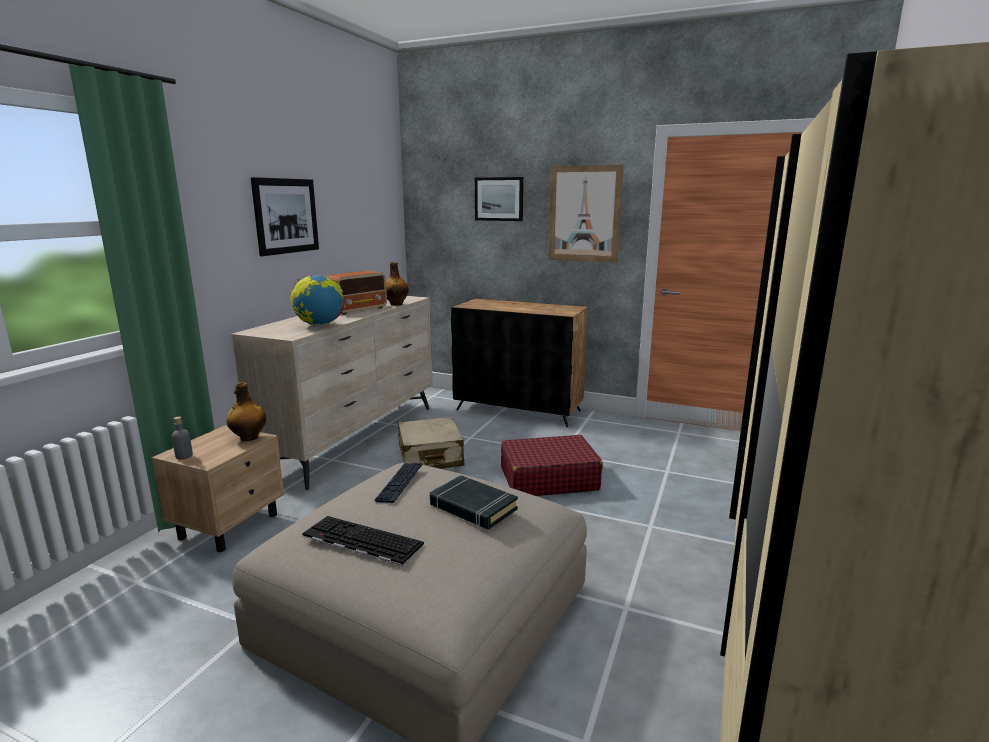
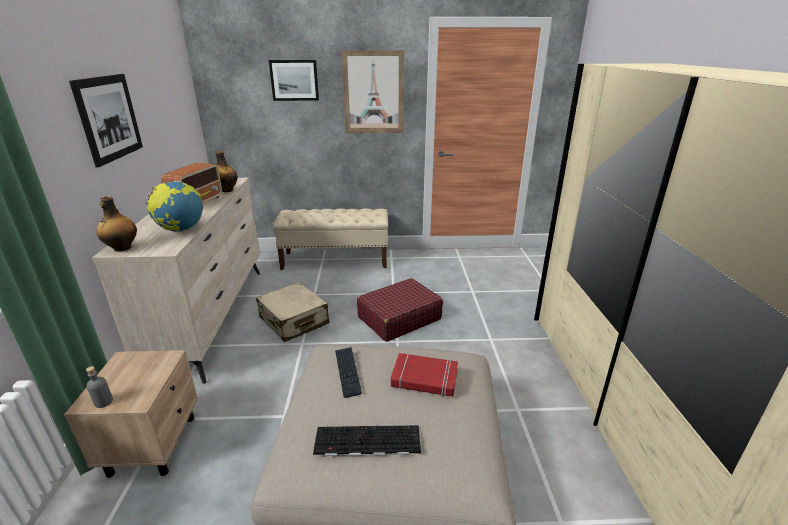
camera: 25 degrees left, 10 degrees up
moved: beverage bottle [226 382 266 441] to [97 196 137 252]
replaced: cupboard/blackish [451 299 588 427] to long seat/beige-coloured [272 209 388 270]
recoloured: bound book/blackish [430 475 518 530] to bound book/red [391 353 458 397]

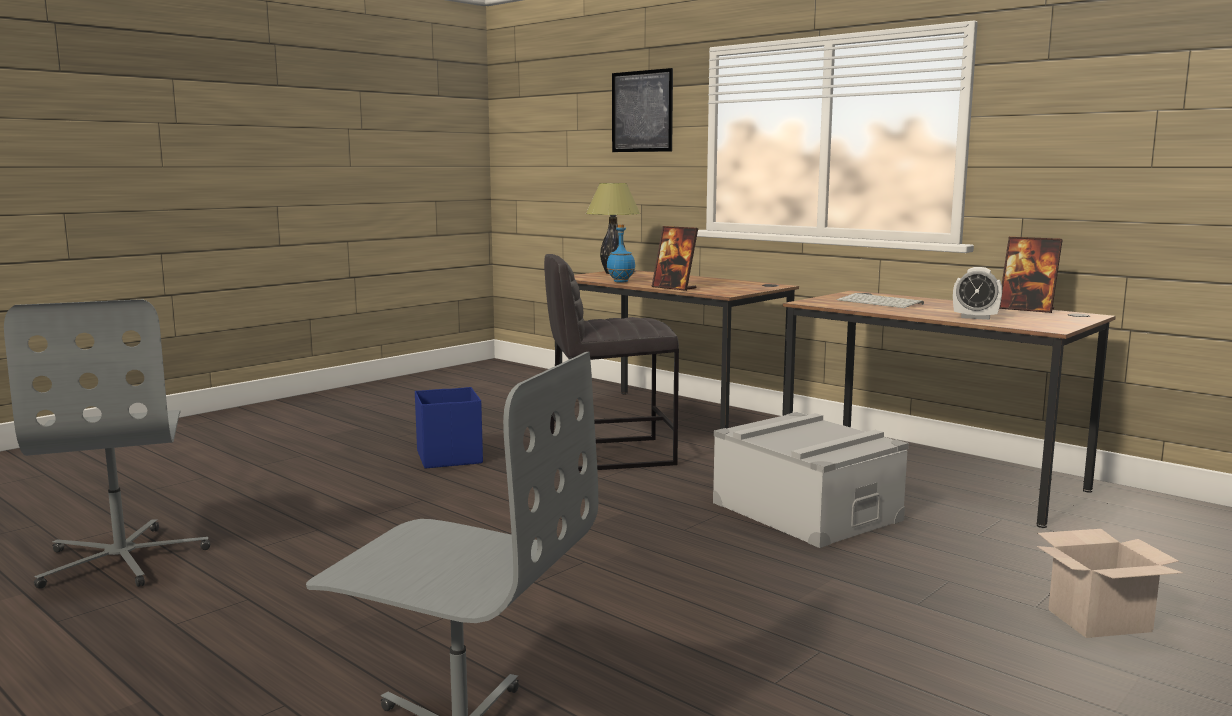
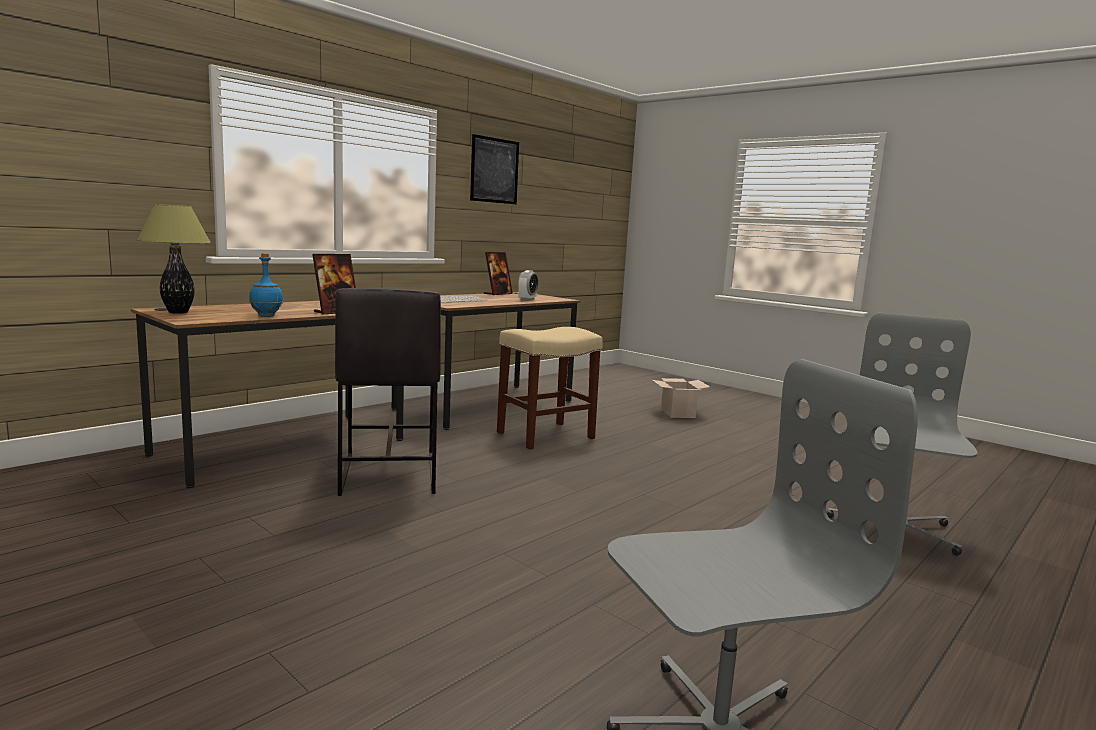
camera: 90 degrees left, 0 degrees up
removed: storage container/bluish [415 387 483 469]
moved: wall art [612 68 673 152] to [470 134 519 204]
replaced: storage container/grey [713 412 909 548] to sitting stool/beige-coloured [497 327 603 450]

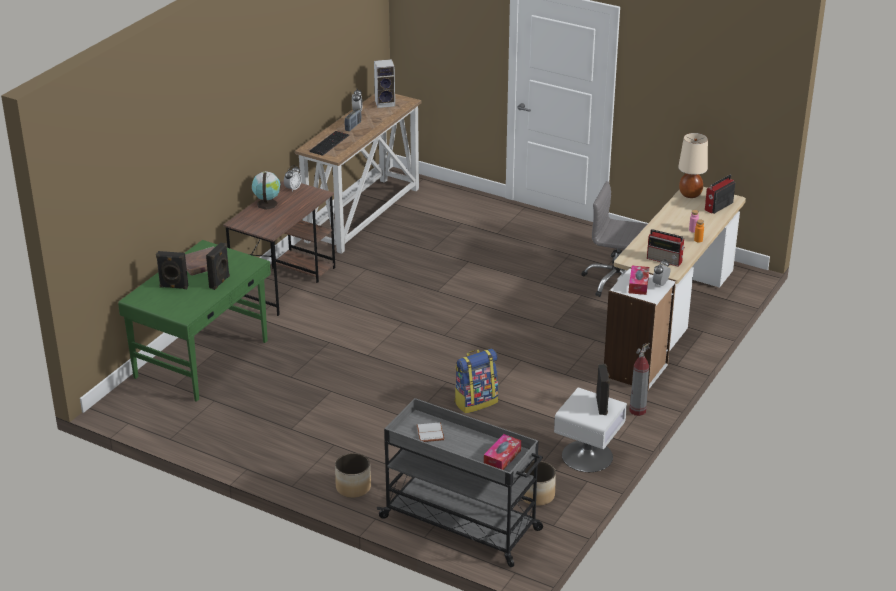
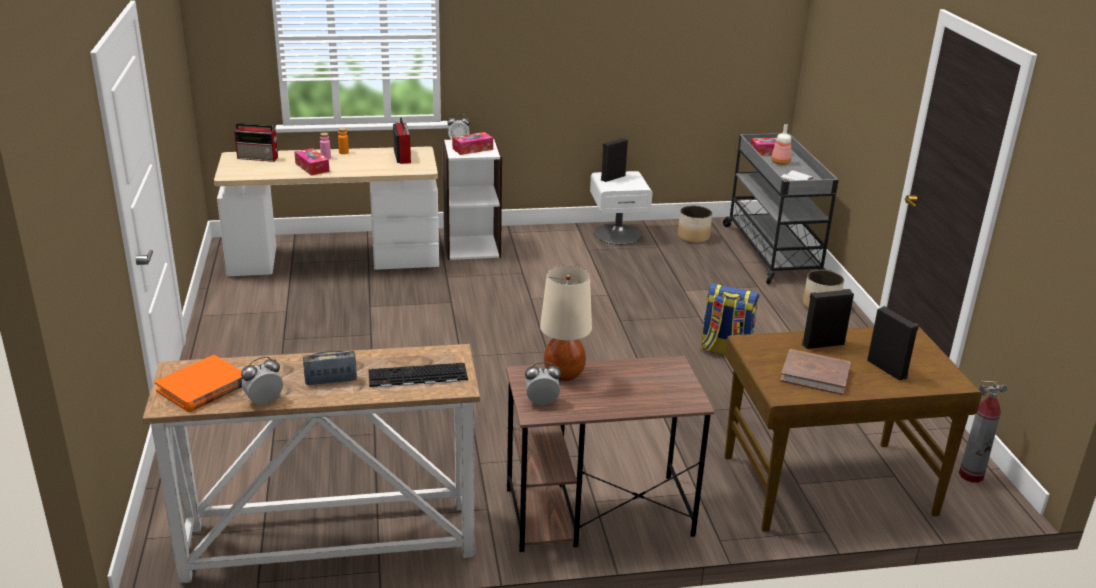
camera: 130 degrees left, 5 degrees down
removed: desk globe [252 171 281 210]; desk chair/grey [581 181 647 297]
added: beverage bottle [771 124 791 165]; tissue box [294 148 329 176]
moved: tabletop lamp/beige-coloured [678 133 708 198] to [540 266 592 381]; fire extinguisher [629 343 650 416] to [959 380 1008 483]; backpack [454 349 499 414] to [700 283 759 355]
replaced: loudspeaker [374 59 395 108] to bound book/orange [154 355 243 412]
recoloured: desk/green [118 240 271 402] to desk/brown [725 327 982 532]

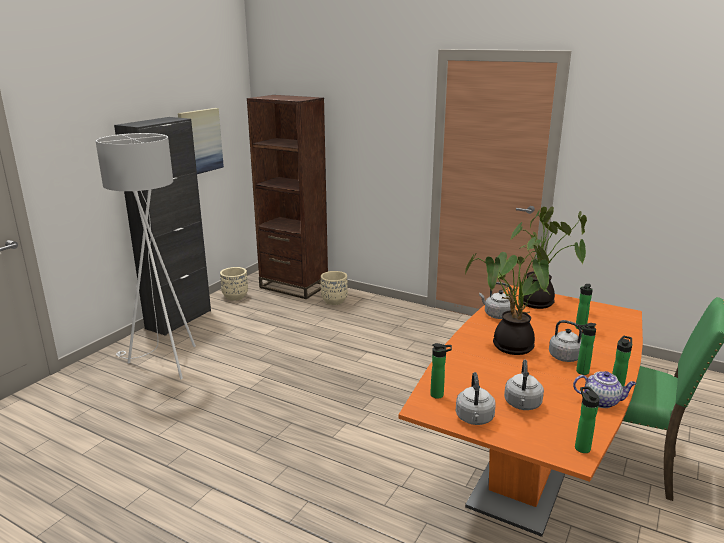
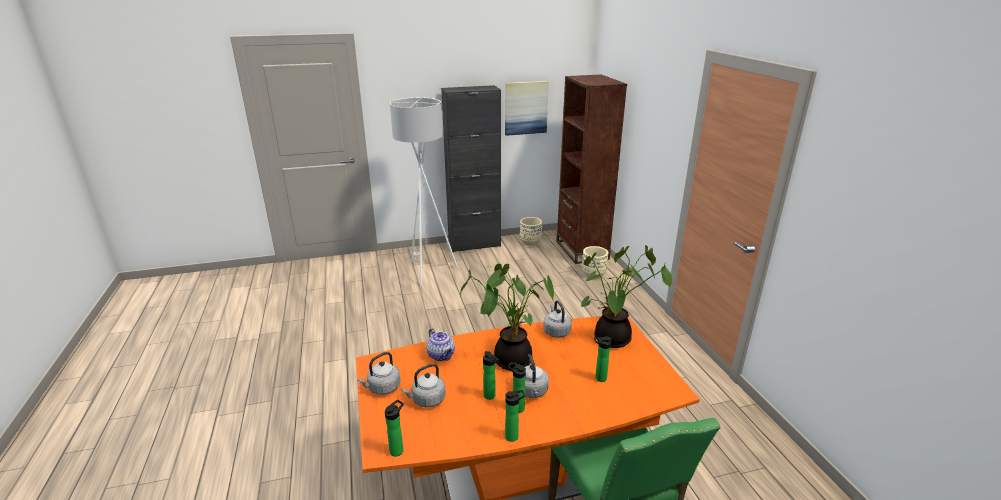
camera: 45 degrees right, 5 degrees up
moved: beverage bottle [430 343 452 399] to [483 351 499 400]; tea pot [573 371 637 408] to [426 328 455 361]

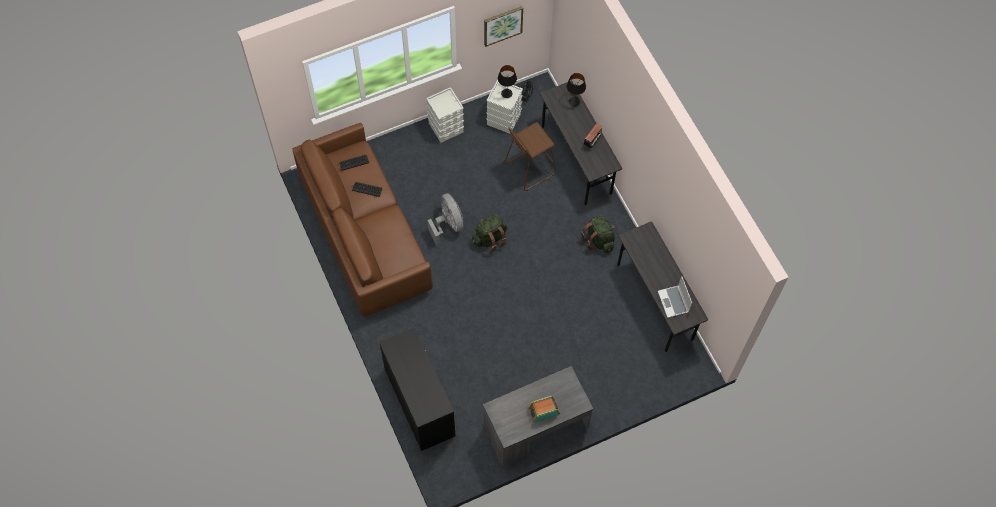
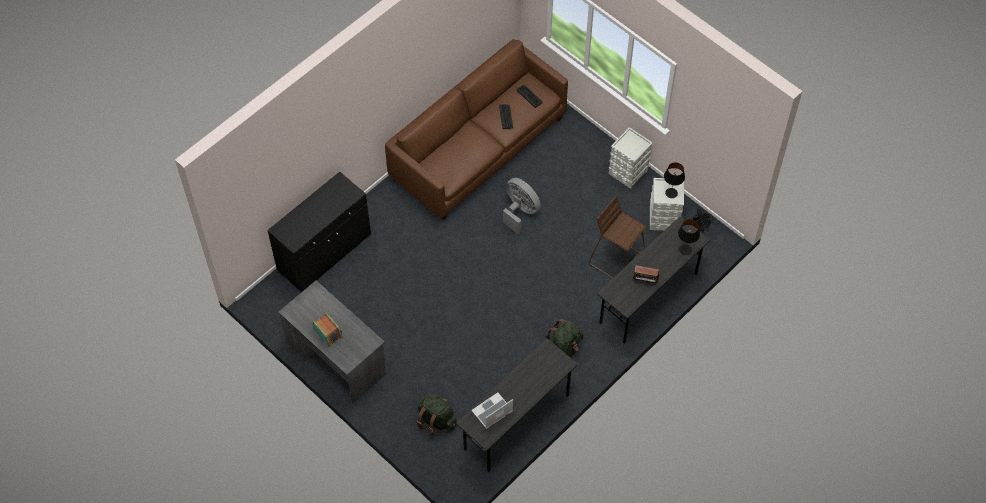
camera: 70 degrees right, 5 degrees down
removed: wall art [484 6 523 47]
moved: backpack/green [472 214 507 252] to [416 394 457 436]
turned: electric fan/grey [427 193 464 246] = [503 178 541 234] 90 degrees counterclockwise

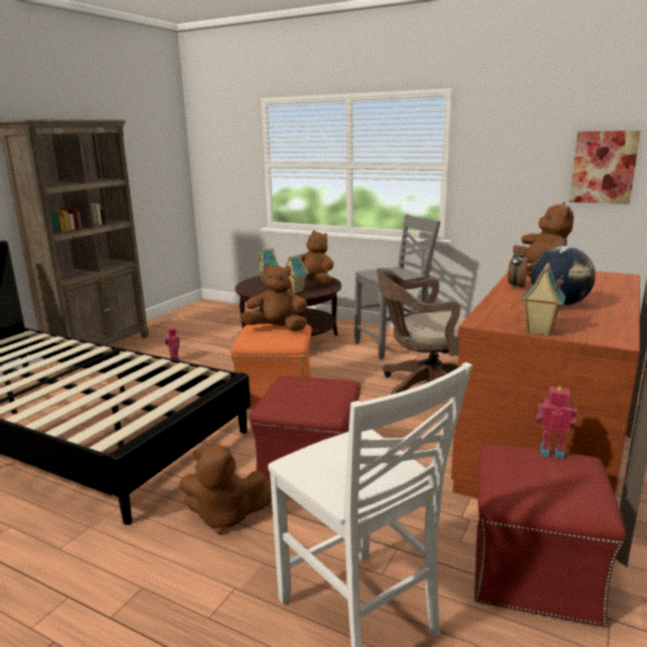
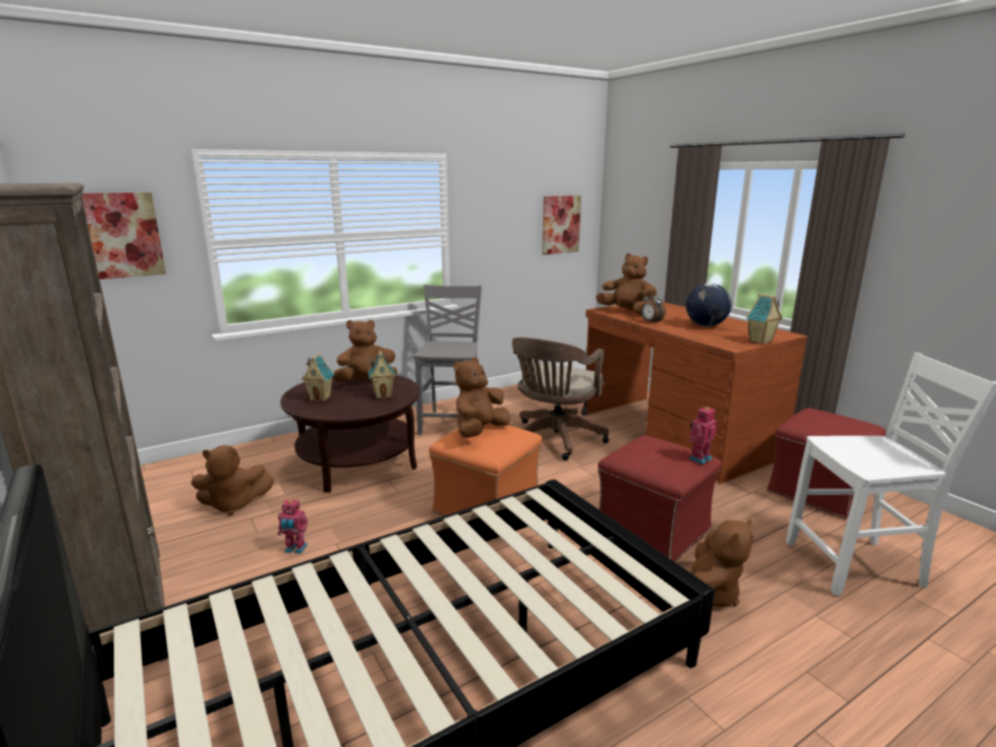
camera: 60 degrees left, 0 degrees up
added: wall art [82 192 166 279]; plush toy/brown [191 445 274 516]
moved: model robot [536 386 577 459] to [688 406 717 464]

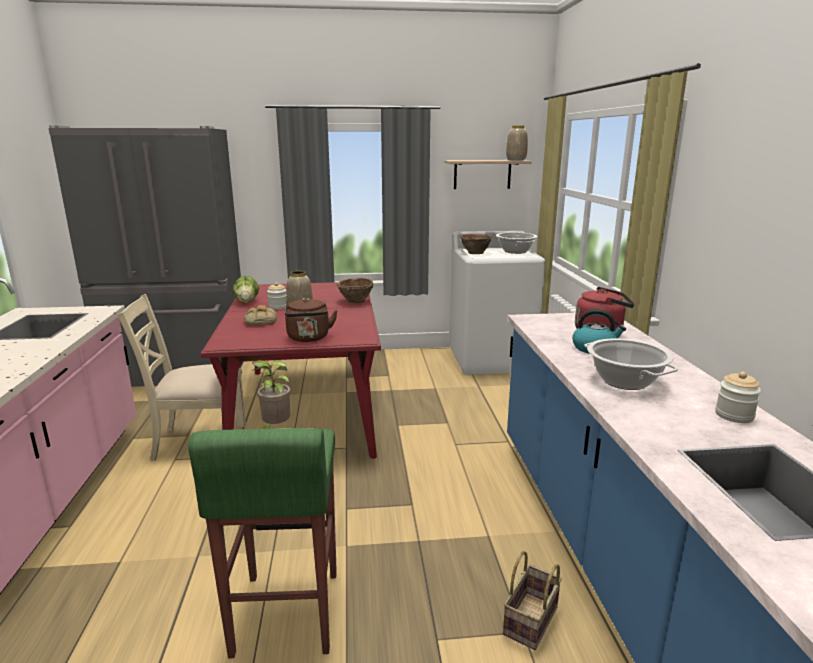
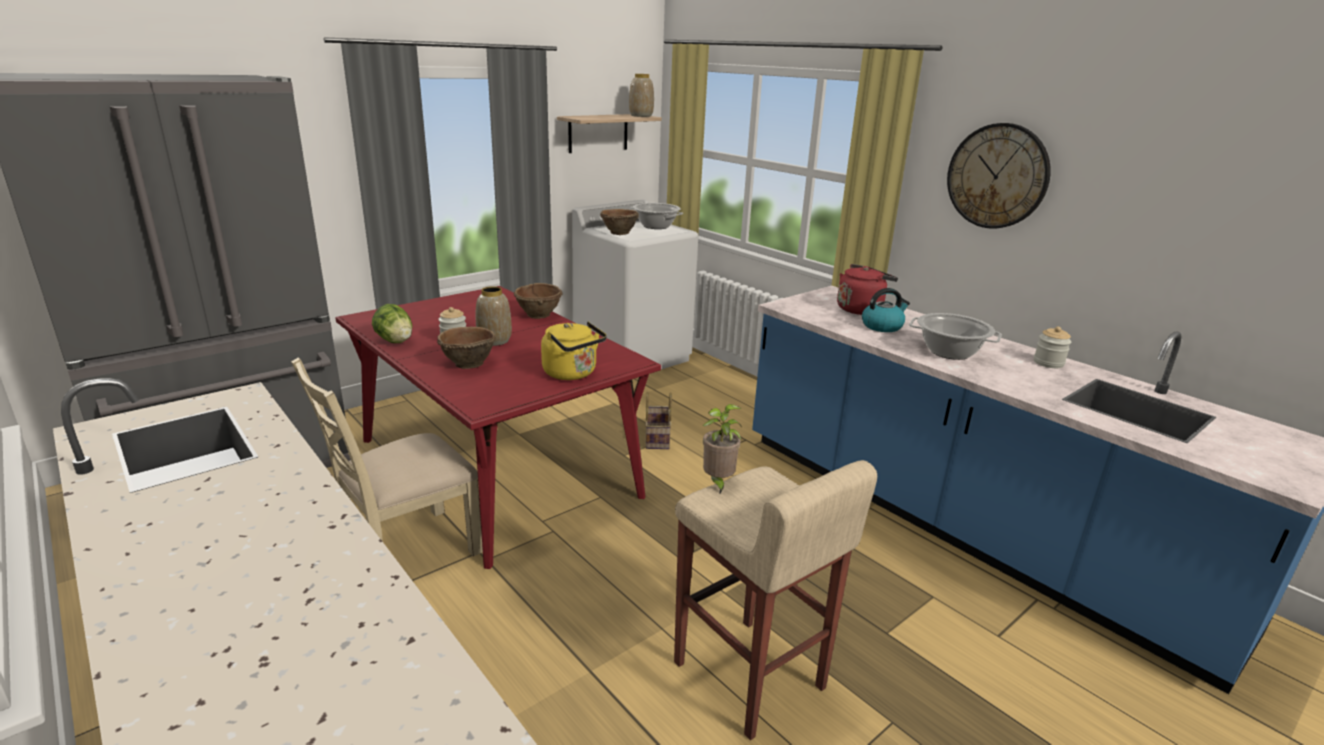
camera: 35 degrees left, 5 degrees up
added: wall clock [947 123 1051 229]
moved: basket [503 551 562 650] to [645 392 672 449]
replaced: baked bread [244 305 277 326] to deep dish/brown [437 327 496 369]
recoloured: kettle/brown [285 298 338 342] to kettle/yellow [541 321 607 380]; sitting stool/green [188 428 337 658] to sitting stool/beige-coloured [674 460 877 740]

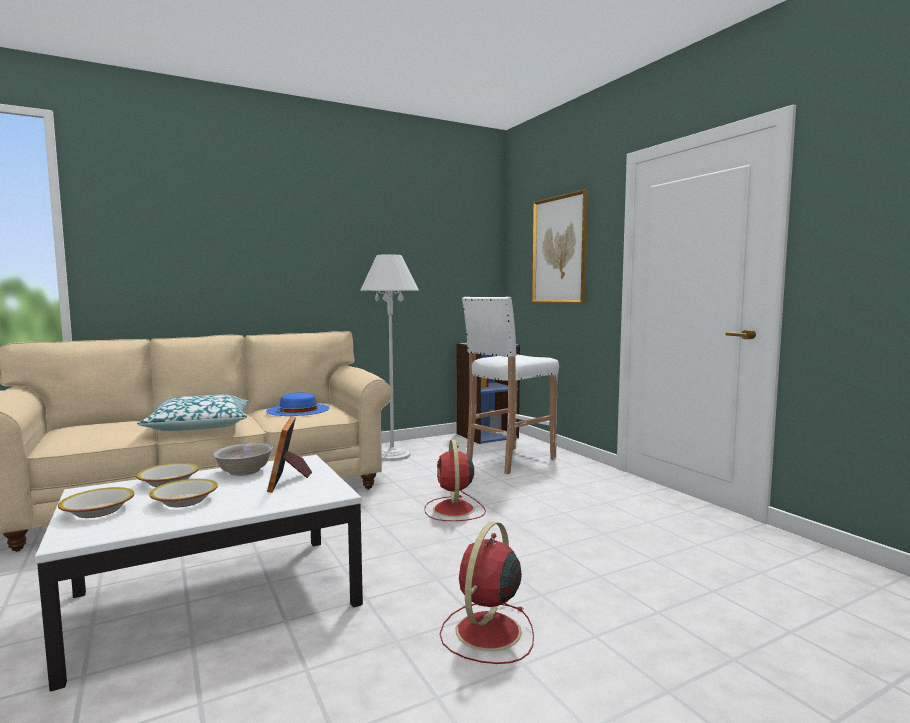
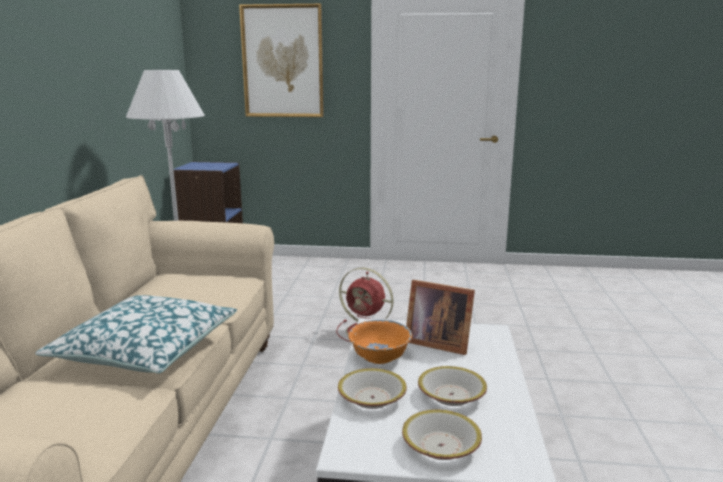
camera: 55 degrees left, 10 degrees up
removed: sitting stool/white-coloured [462 297 559 474]; wearable hat/bluish [266 393 330 416]; electric fan/red [440 522 534 664]
recoloured: deep dish/white-coloured [213 443 273 476] to deep dish/orange [348 320 412 364]

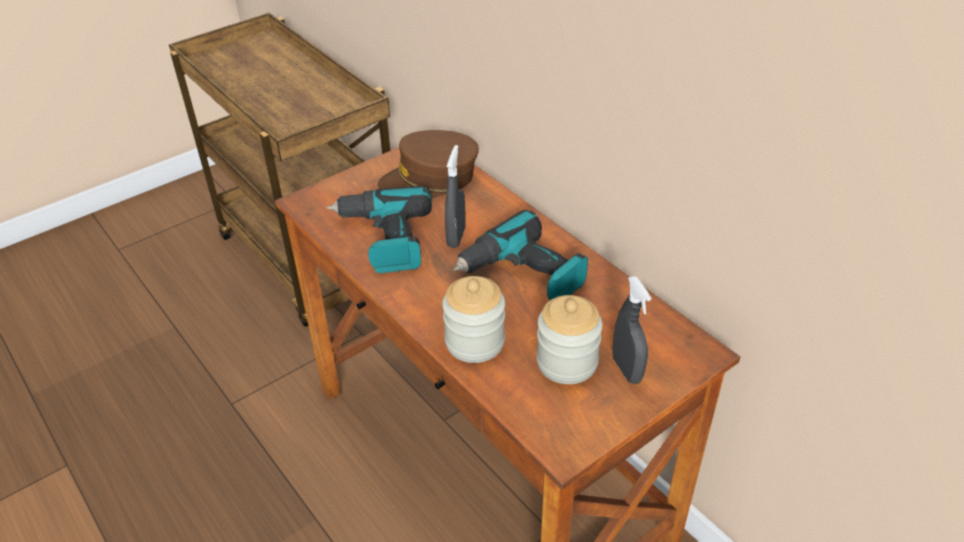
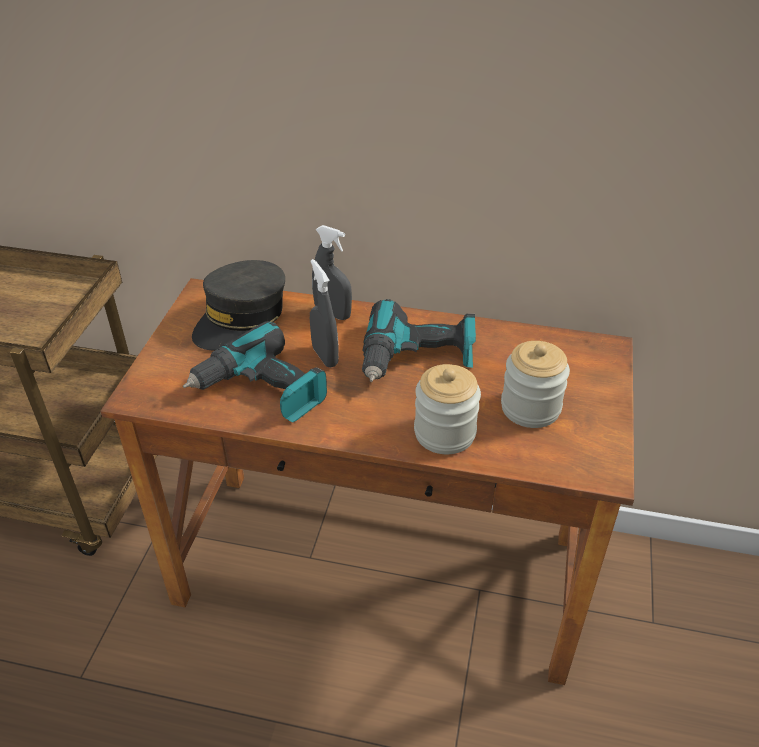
camera: 40 degrees left, 0 degrees up
moved: spray bottle/grey [612 276 651 384] to [312 225 352 320]
recoloured: peaked cap/brown [378 130 479 198] to peaked cap/grey [192 260 285 350]

